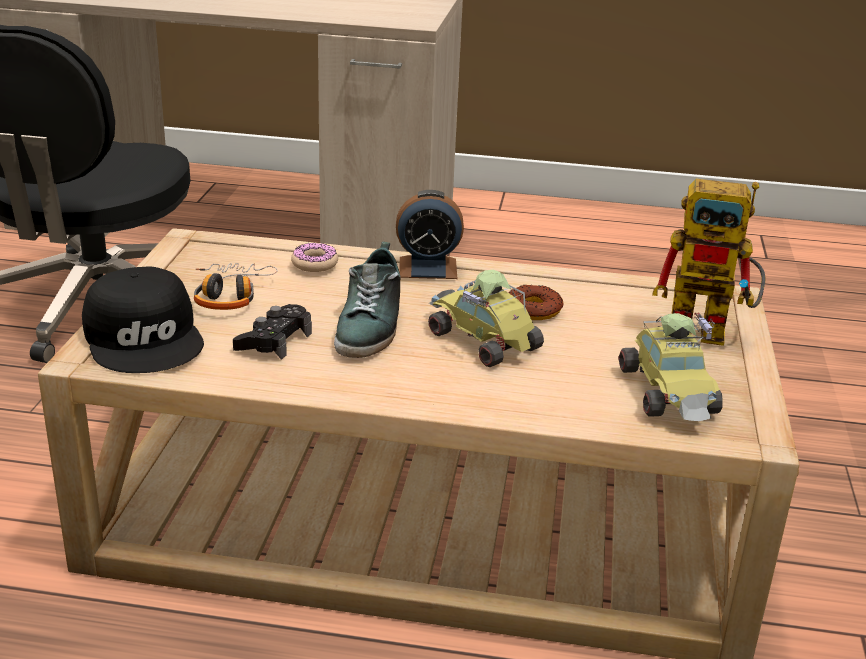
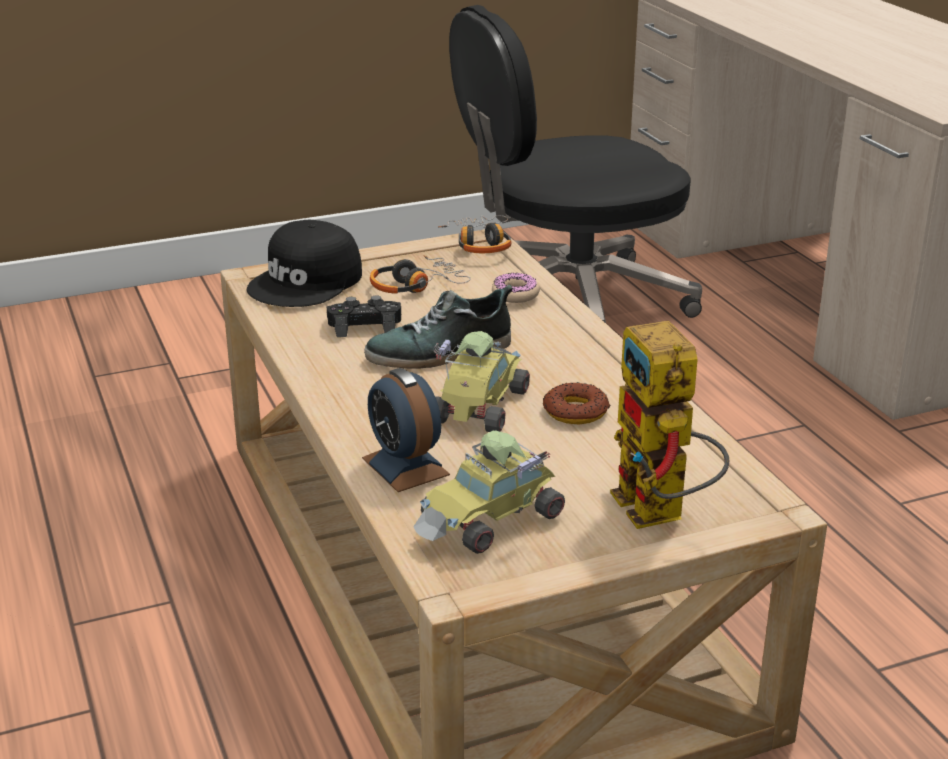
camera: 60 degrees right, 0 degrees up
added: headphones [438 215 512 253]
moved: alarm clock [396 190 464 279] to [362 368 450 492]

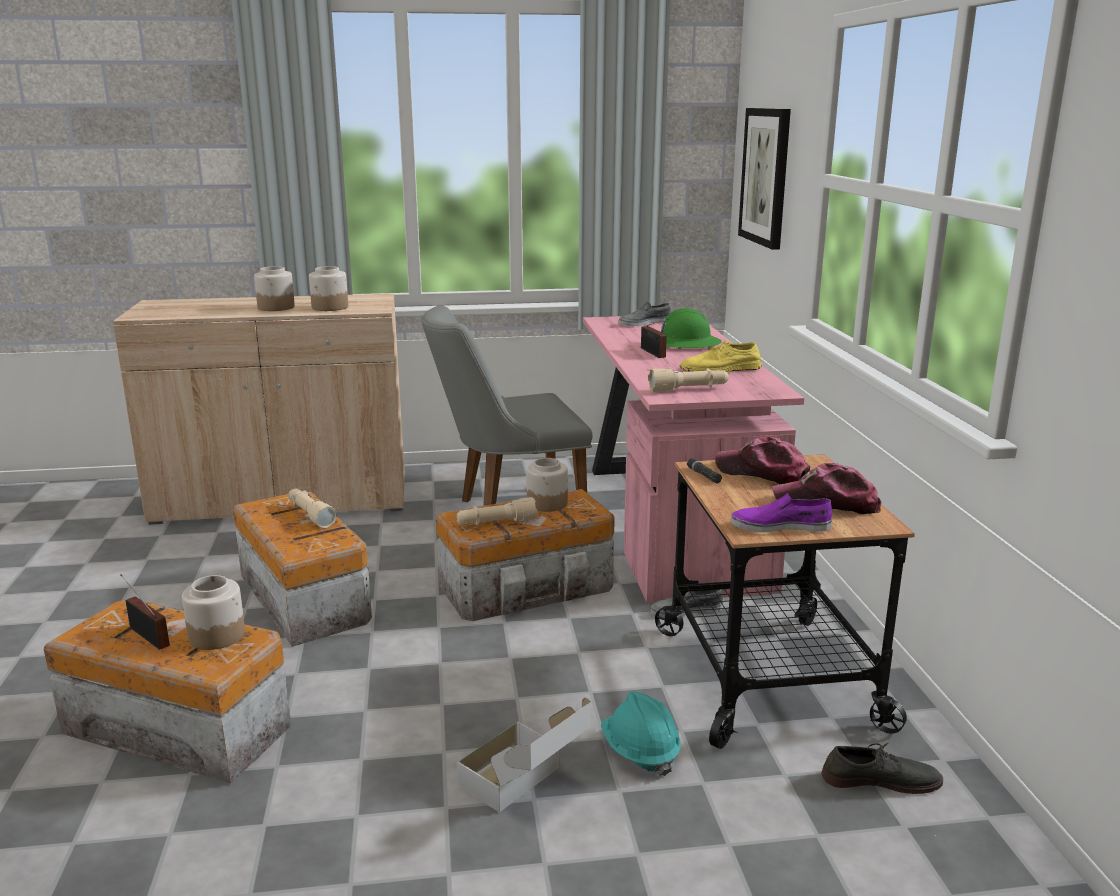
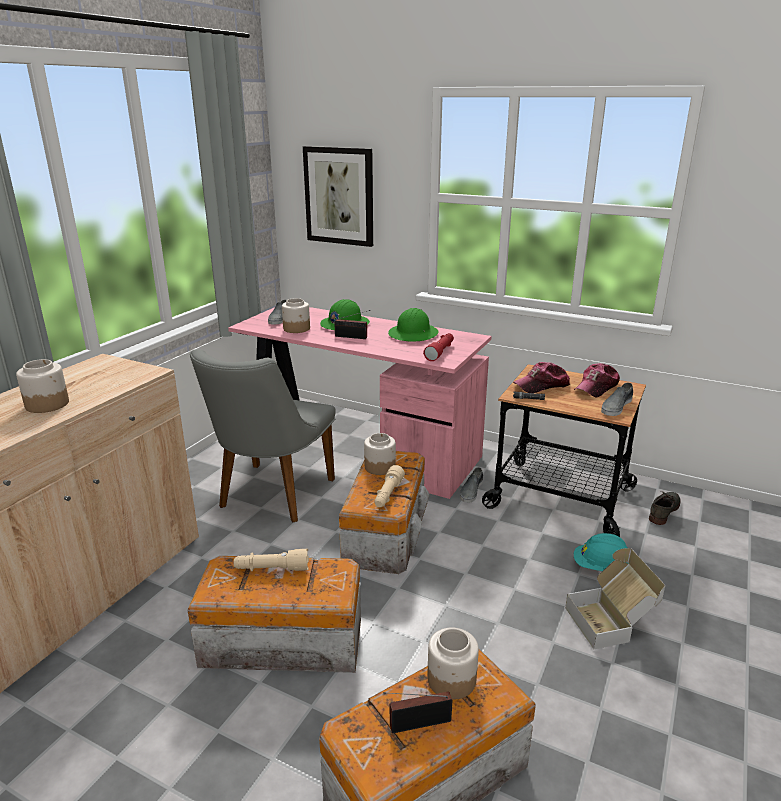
camera: 55 degrees left, 5 degrees up
moved: storage jar [309 266 348 311] to [282 298 310 333]
replaced: shoe/yellow [680 340 762 372] to work helmet/green [388 308 439 342]
recoloured: torch/beige-coloured [648 368 728 392] to torch/red [423 333 454 361]; shoe/purple-coloured [731 493 832 532] to shoe/grey [601 382 633 416]

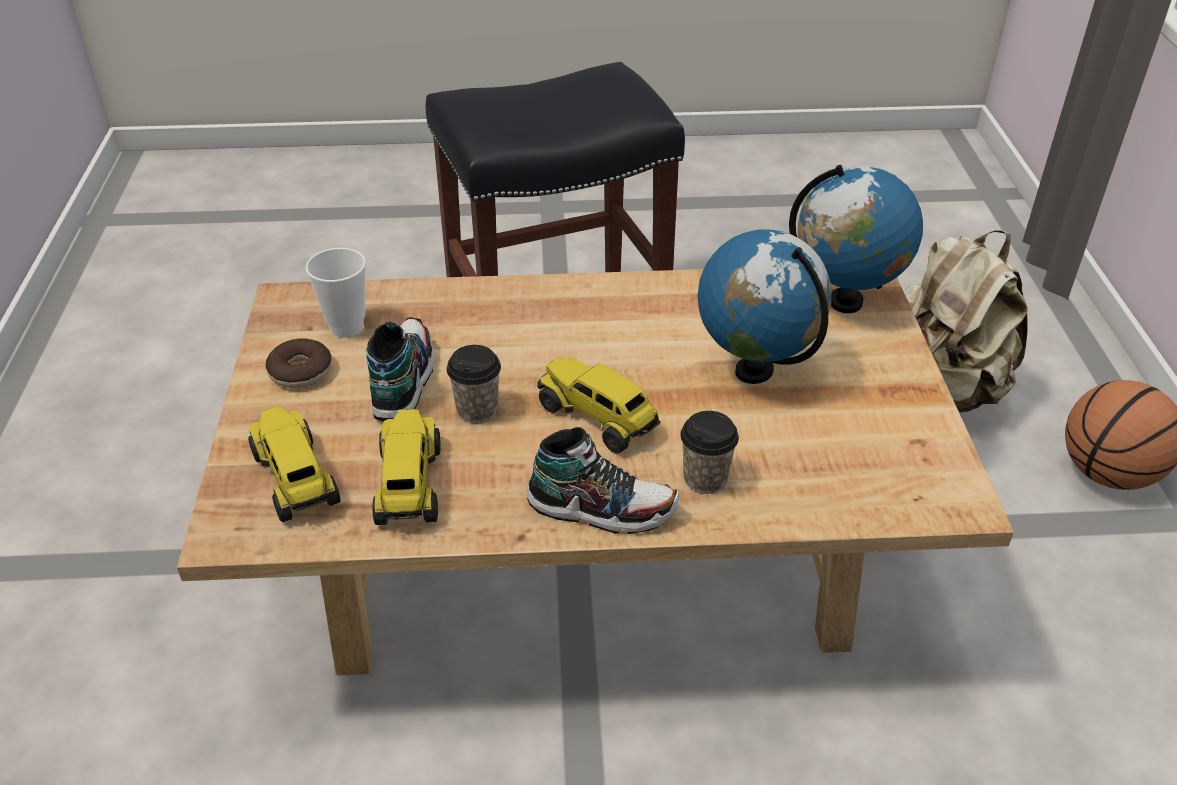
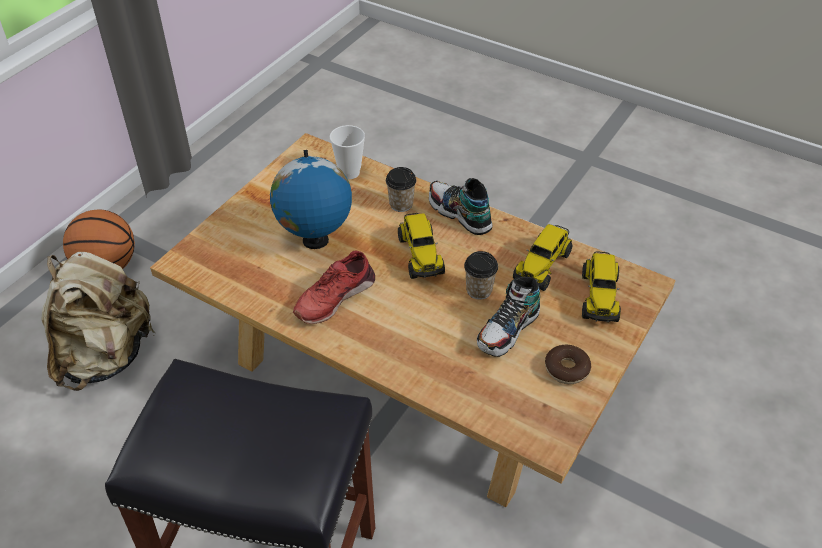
camera: 145 degrees left, 5 degrees up
removed: desk globe [789 165 923 313]
added: shoe/red [293 251 375 324]
moved: cup [306 248 366 338] to [330 125 365 179]

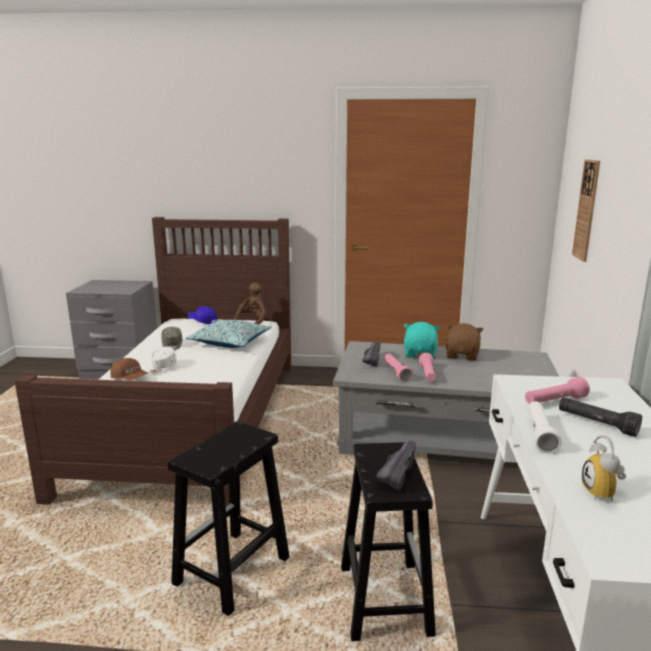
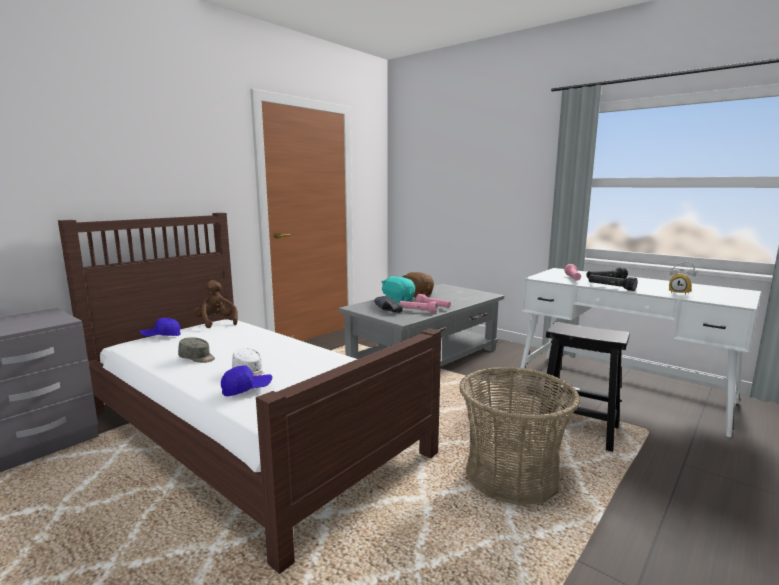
camera: 55 degrees left, 5 degrees down
removed: wall clock [572 159 600 262]; throw pillow [186 320 272 348]; shoe/blackish [376 441 416 490]
replaced: sitting stool/blackish [168 421 290 616] to basket [459 367 580 505]
recoloured: peaked cap/brown [111 358 148 380] to peaked cap/bluish [221 366 272 396]; torch/white-coloured [528 401 561 453] to torch/blackish [589 274 638 291]

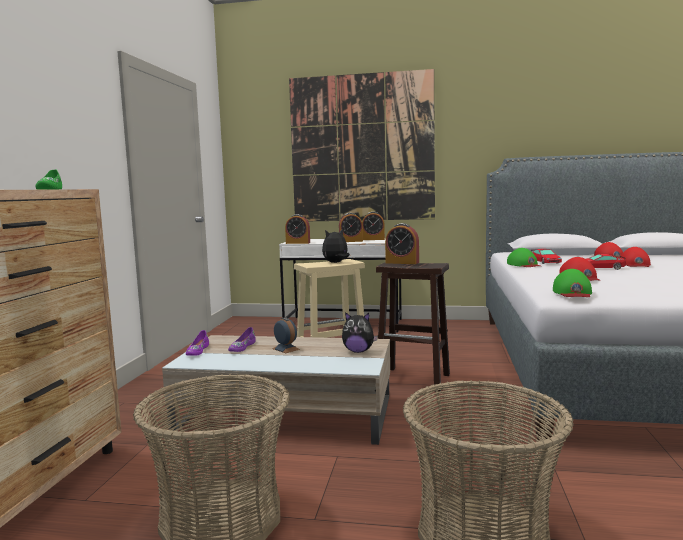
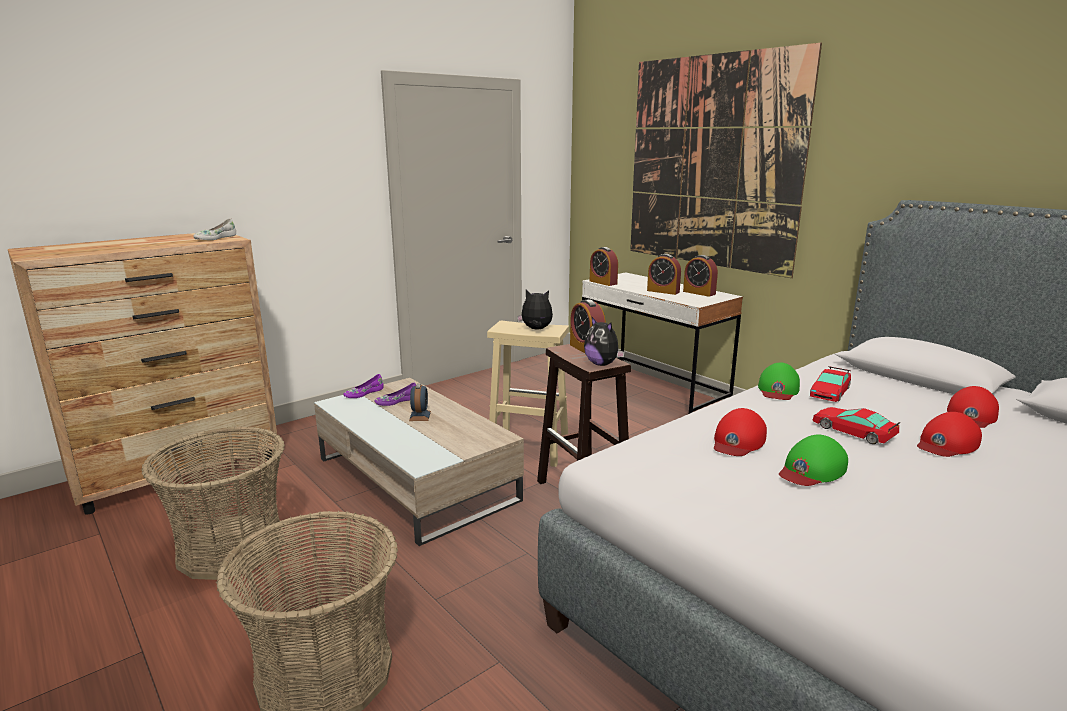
camera: 40 degrees right, 10 degrees up
moved: peaked cap/green [553 269 592 297] to [779 435 848 486]; plush toy [342 312 378 353] to [584 317 625 366]
recoloured: shoe/green [35 170 62 190] to shoe/white-coloured [193 218 236 240]

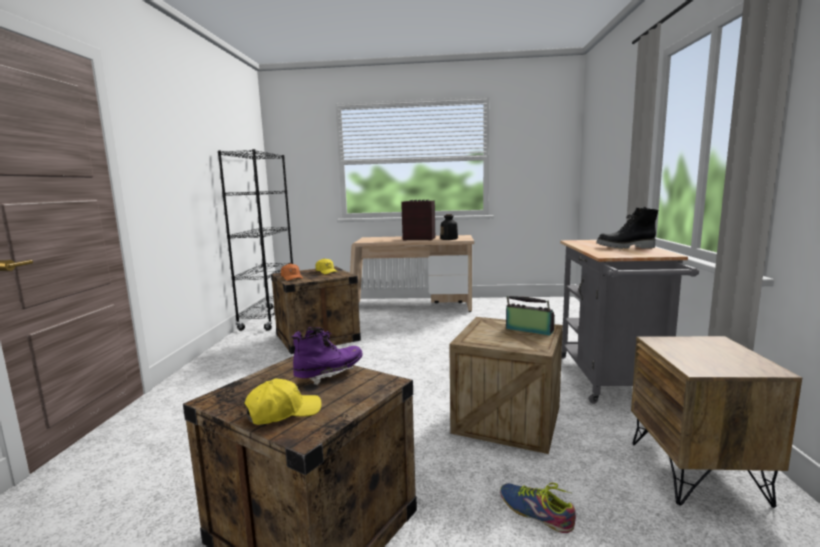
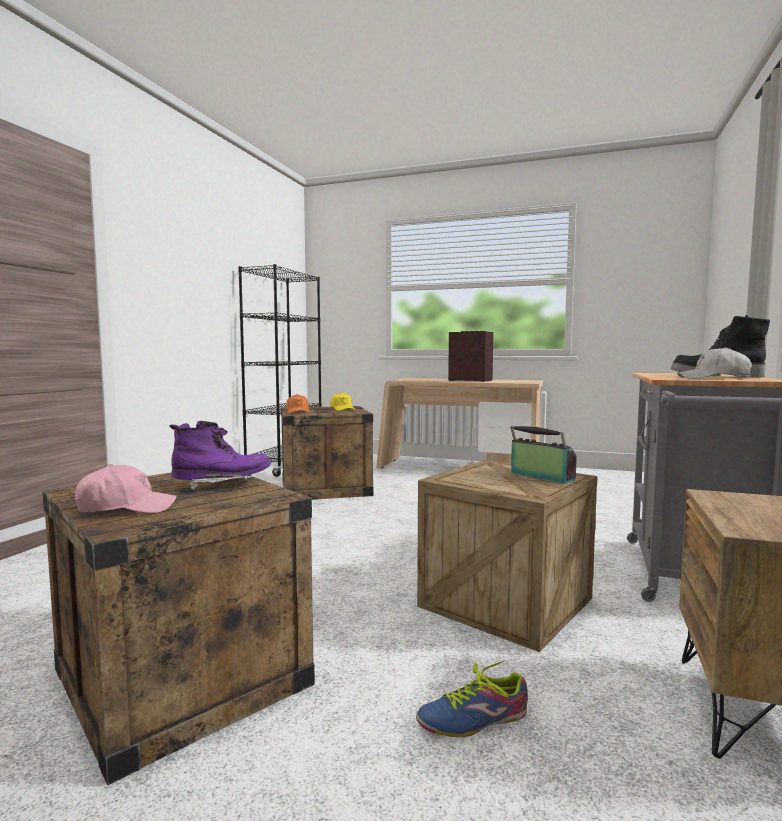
camera: 15 degrees right, 5 degrees down
removed: beverage bottle [440 214 458 240]
added: peaked cap/white-coloured [677 347 752 379]
recoloured: peaked cap/yellow [244 378 322 425] to peaked cap/pinkish [75 464 177 513]
turned: shoe [500 483 576 533] = [416 660 528 737] 75 degrees counterclockwise

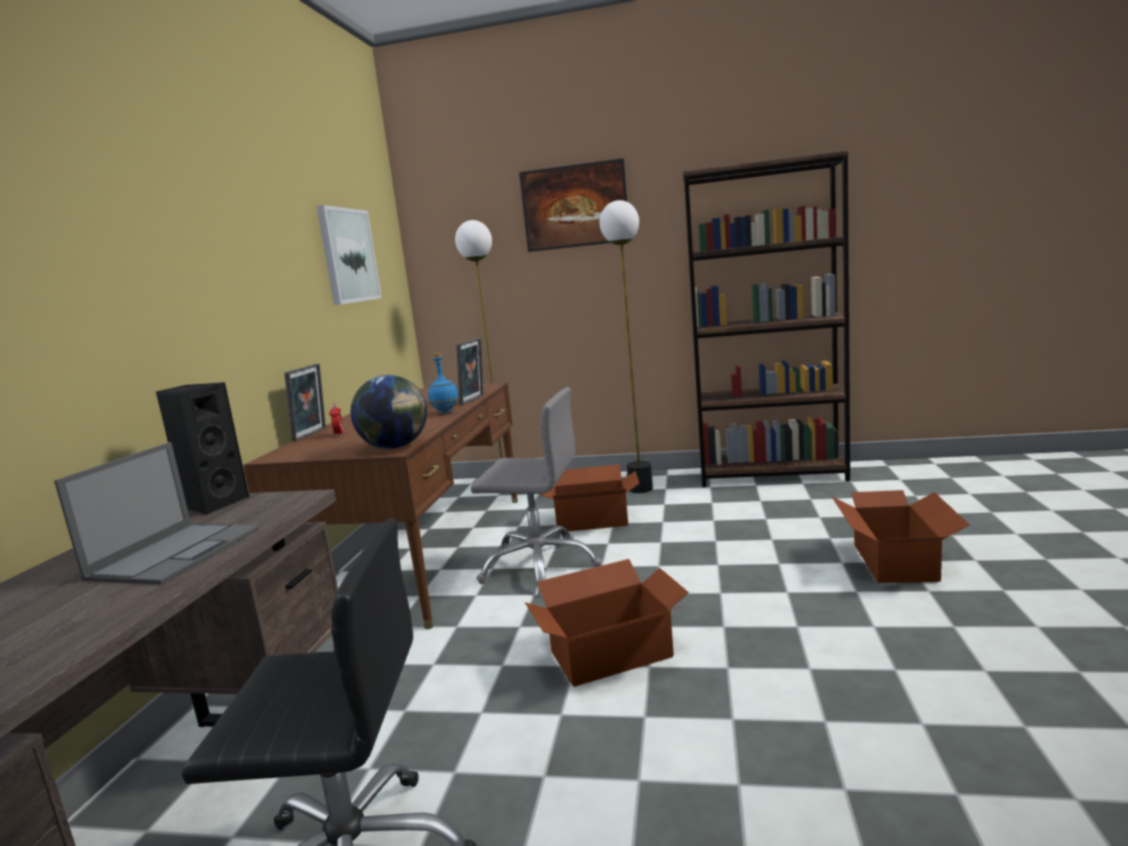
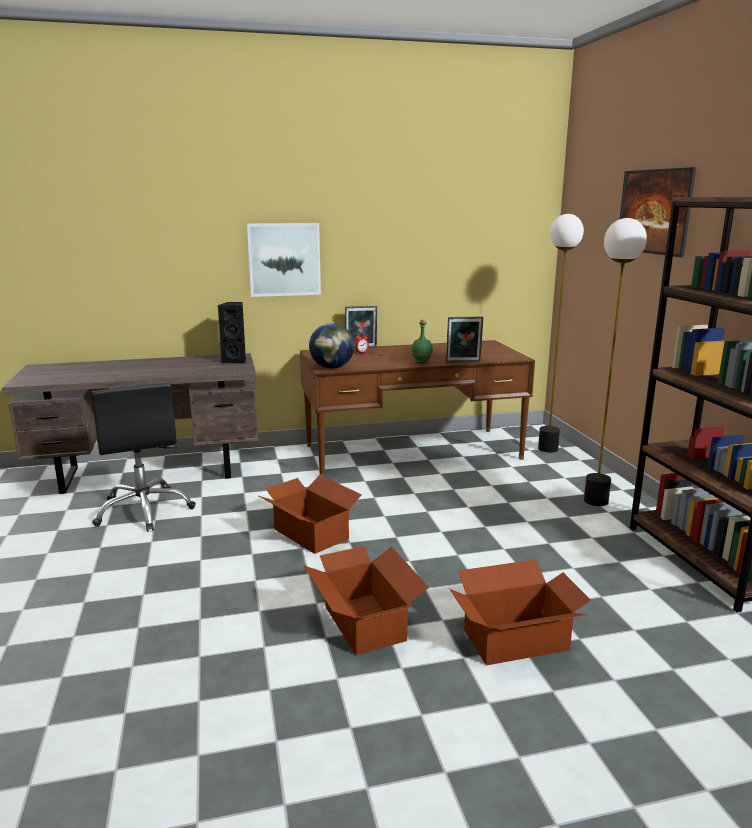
camera: 65 degrees right, 5 degrees up
removed: desk chair/grey [471 387 602 595]; portable computer [54 442 260 585]
moved: wall art [317 205 382 305] to [247 223 321 297]; cardboard box [540 464 640 532] to [303 546 429 655]
recoloured: beverage bottle/bluish [428 353 459 414] to beverage bottle/green [411 319 433 363]

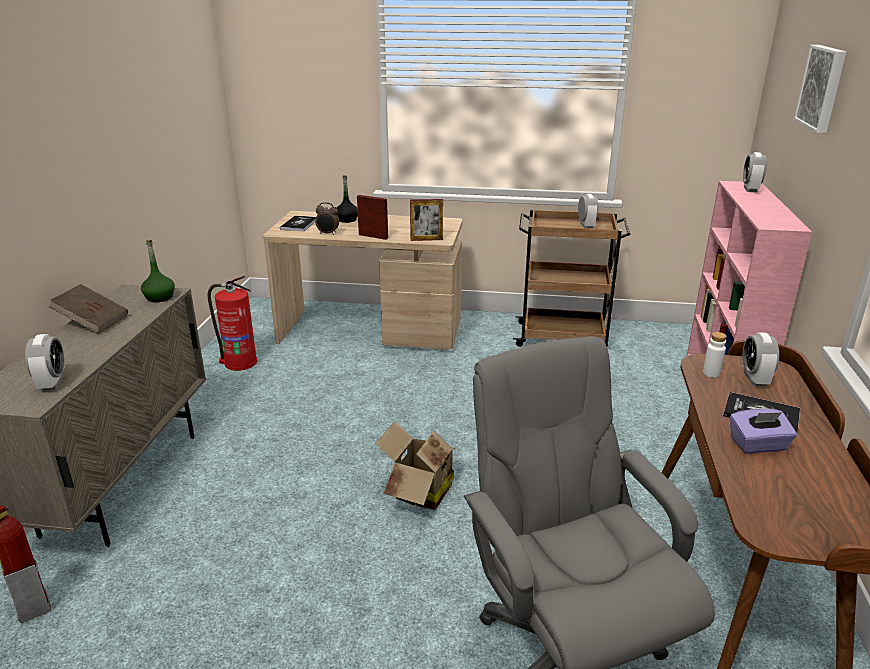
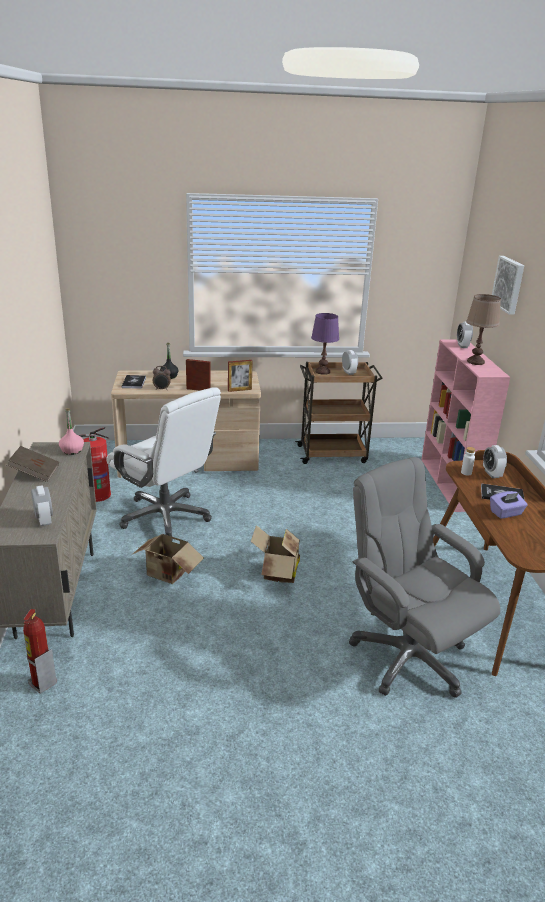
camera: 15 degrees left, 0 degrees up
added: tabletop lamp/brown [466 294 501 365]; tabletop lamp/purple-coloured [311 313 339 375]; desk chair/white-coloured [106 387 221 541]; cardboard box [133 531 204 584]
recoloured: beverage bottle/green [141 240 175 302] to beverage bottle/pinkish [59 408 84 455]

